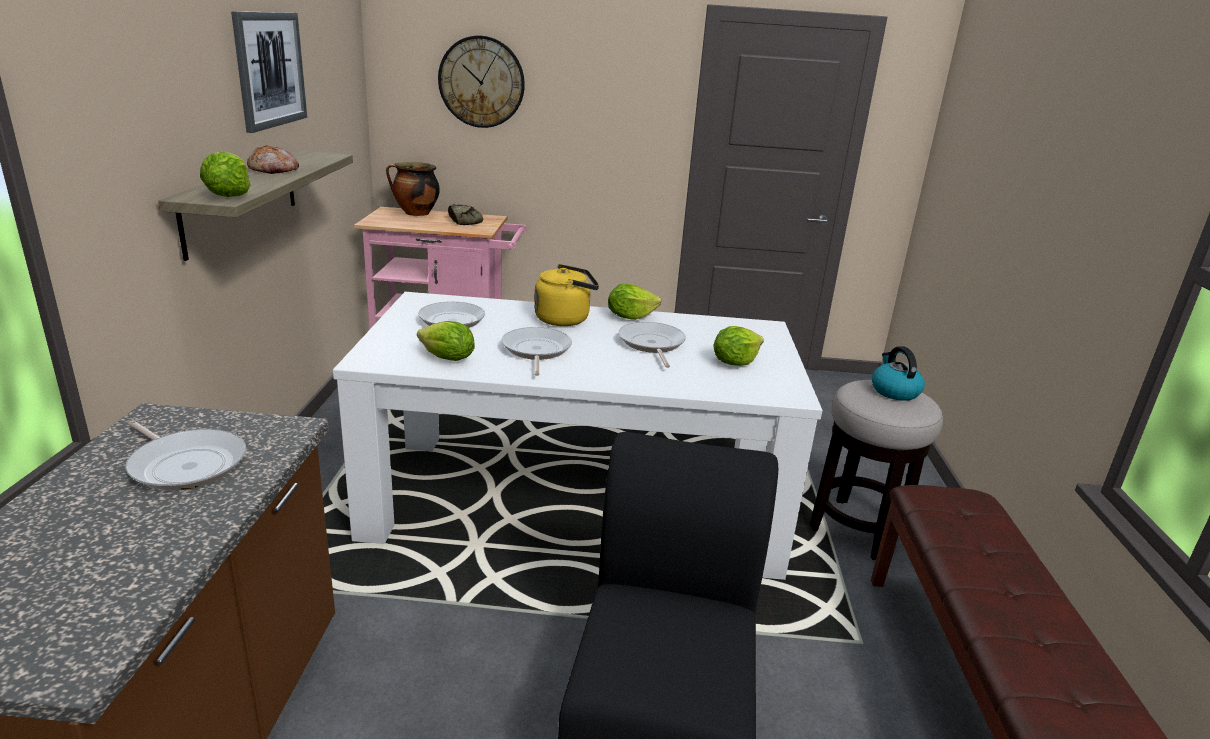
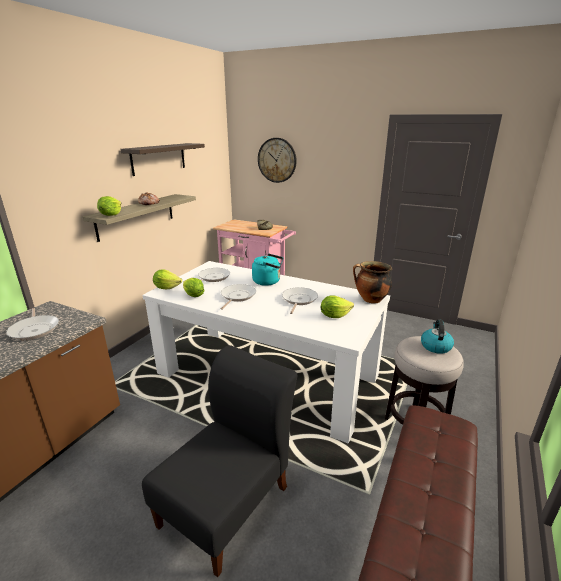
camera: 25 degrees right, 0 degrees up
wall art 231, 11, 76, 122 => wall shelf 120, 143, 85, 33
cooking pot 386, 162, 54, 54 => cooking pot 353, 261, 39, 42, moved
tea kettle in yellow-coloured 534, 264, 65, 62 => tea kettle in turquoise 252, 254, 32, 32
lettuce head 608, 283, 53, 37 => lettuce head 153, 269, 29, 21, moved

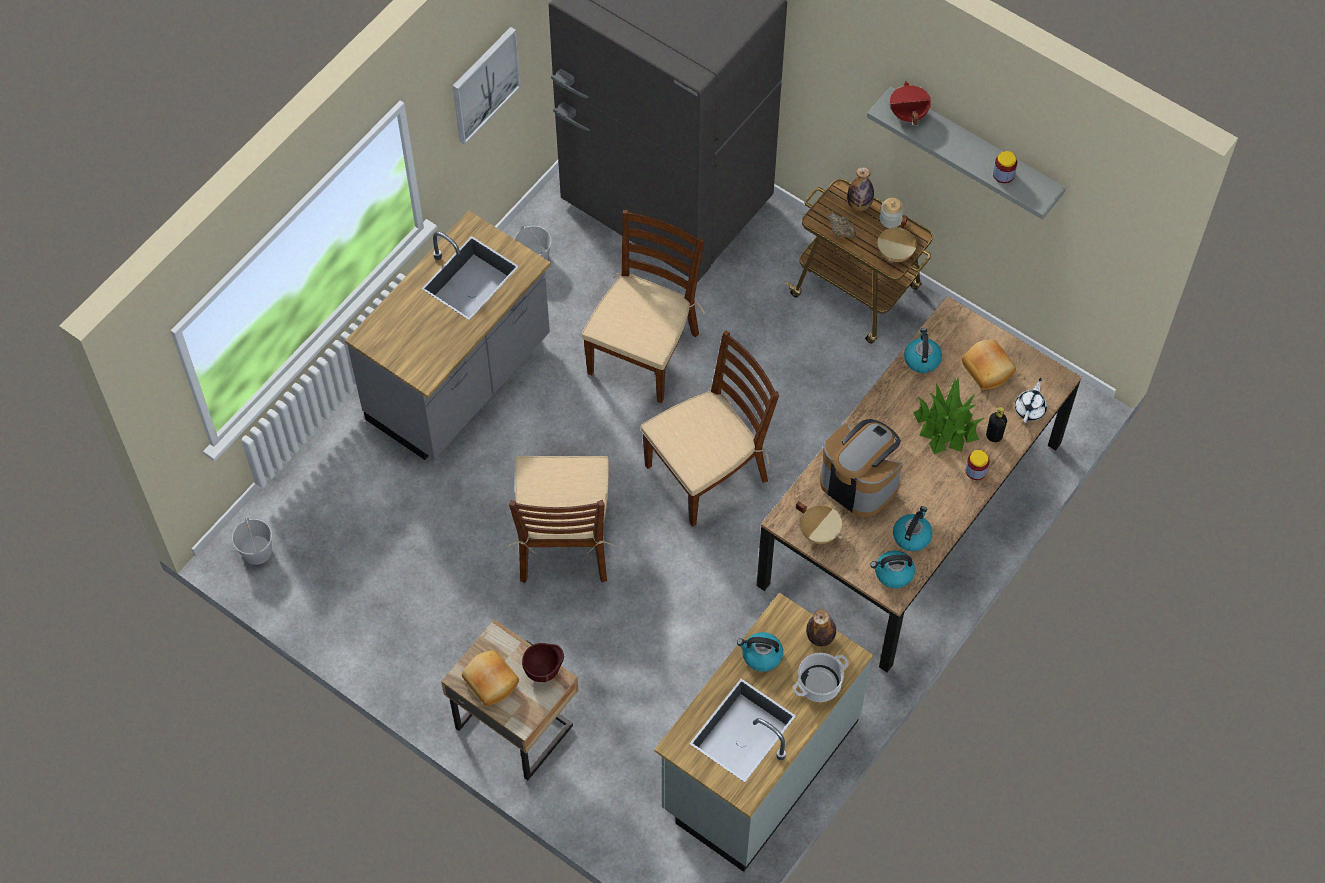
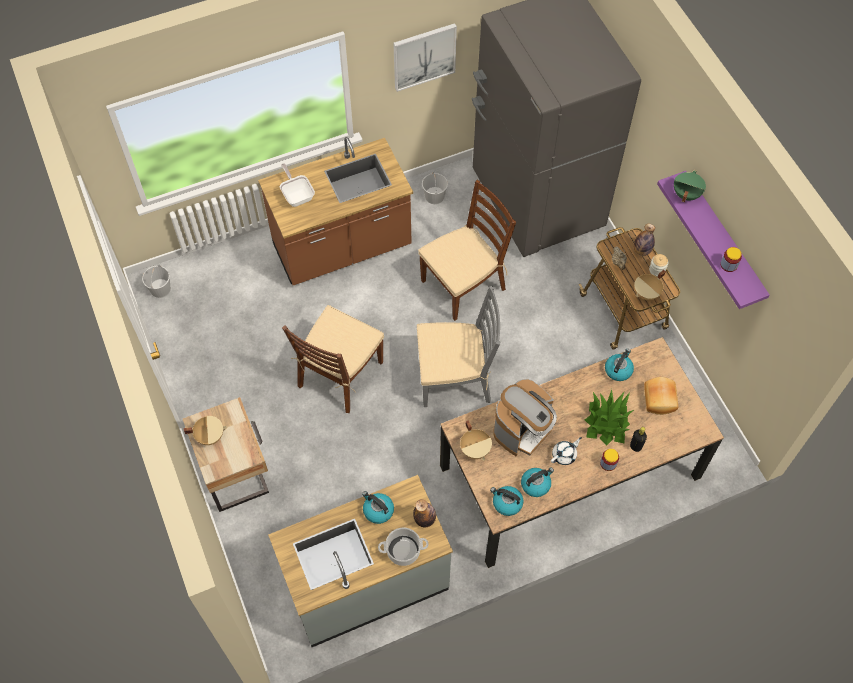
camera: 30 degrees right, 0 degrees up
kitchen counter in grey 345, 211, 206, 249 => kitchen counter in brown 258, 137, 155, 148
baked bread 462, 650, 57, 56 => cooking pot in sand-coloured 184, 416, 43, 29
deep dish in brown 522, 643, 42, 39 => nothing
upright chair in brown 641, 331, 138, 196 => upright chair in grey 417, 286, 84, 121
coffee brewer 820, 419, 83, 98 => coffee brewer 493, 379, 64, 78, 60 degrees clockwise
wall shelf in grey 867, 86, 199, 134 => wall shelf in purple 657, 171, 113, 138
cooking pot in red 890, 81, 41, 45 => cooking pot in green 674, 170, 32, 32
teapot in white 1015, 378, 32, 45 => teapot in white 551, 437, 31, 28, moved
nothing => pan 280, 163, 35, 44

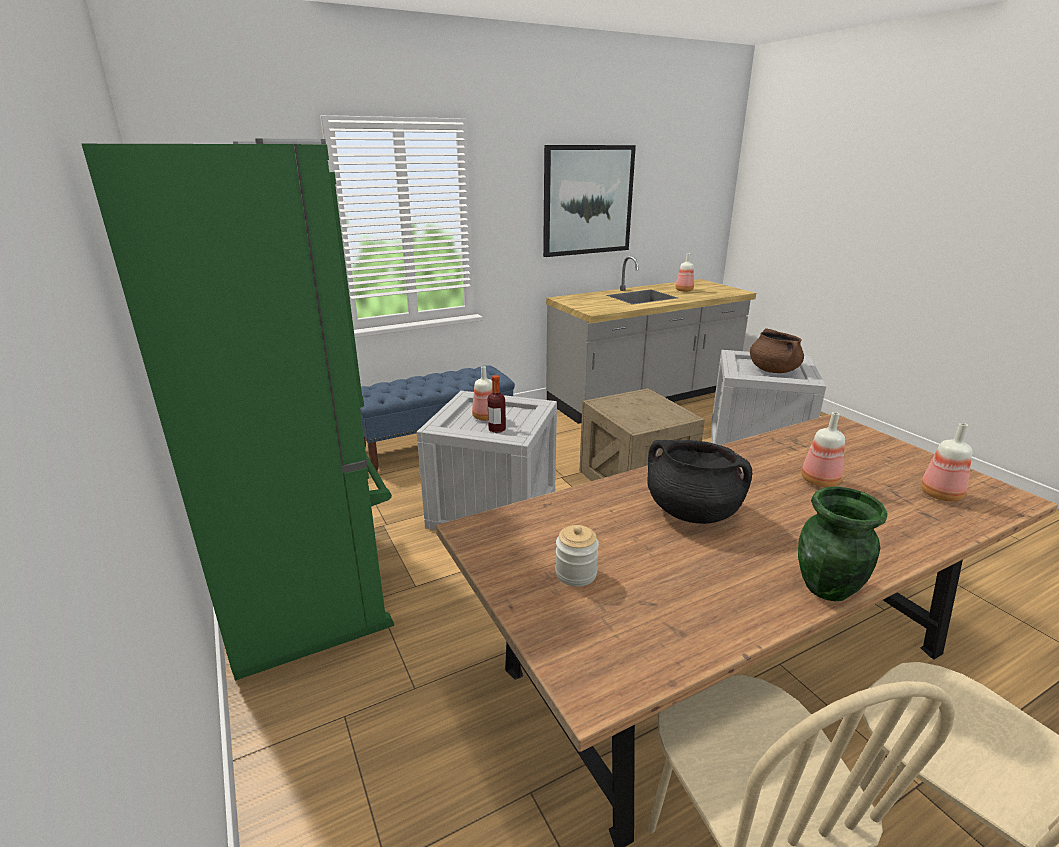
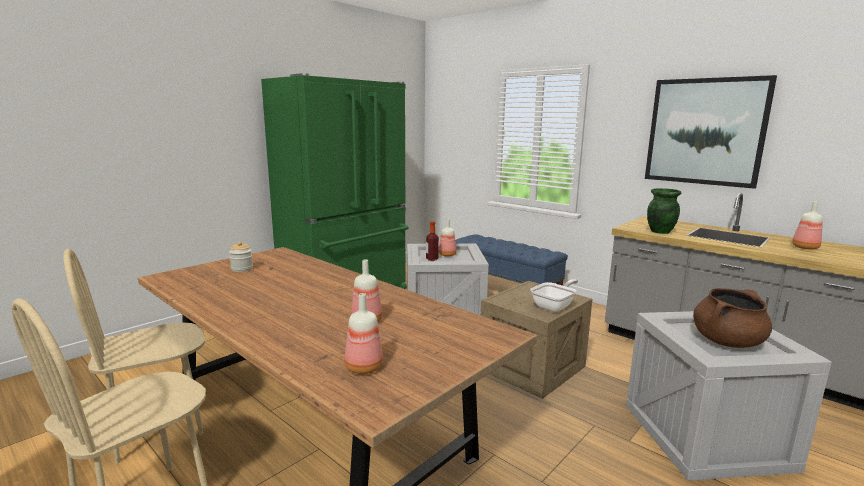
camera: 70 degrees right, 10 degrees down
cooking pot in blackish 647, 440, 105, 84 => nothing
flower vase in green 798, 486, 90, 116 => flower vase in green 647, 188, 34, 46, moved
nothing => pan 530, 279, 48, 33

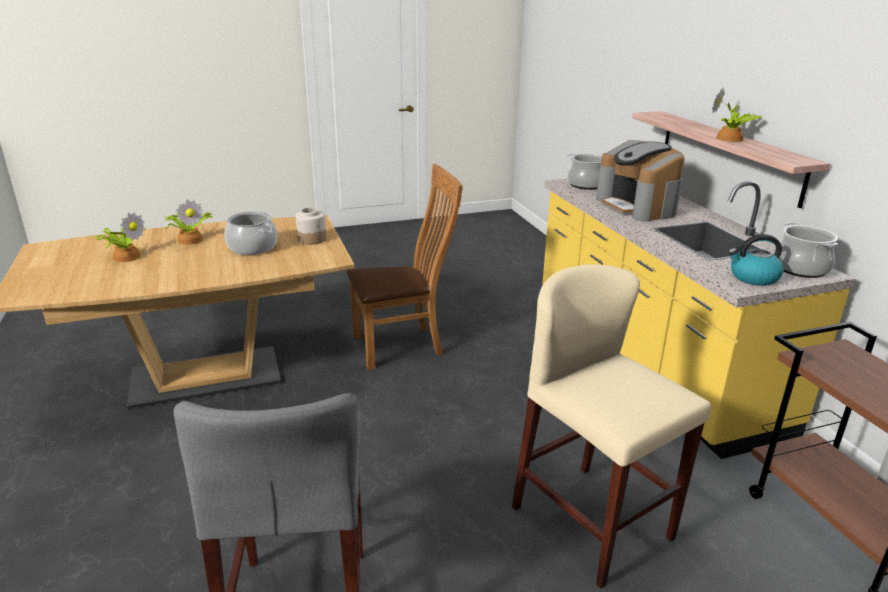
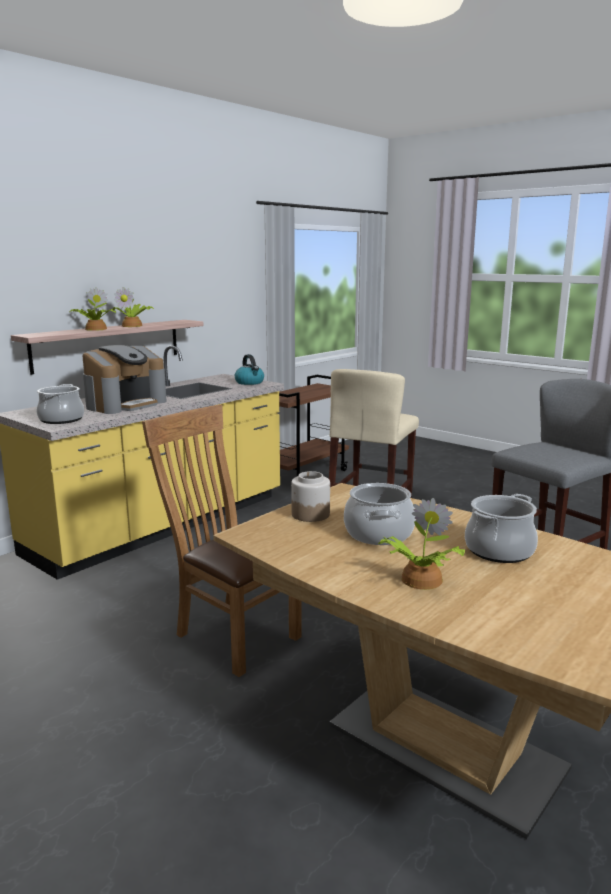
camera: 120 degrees left, 10 degrees down
plant in a pot 92, 212, 54, 50 => plant in a pot 70, 287, 46, 44, moved
cooking pot 774, 222, 64, 56 => cooking pot 465, 494, 73, 69, moved

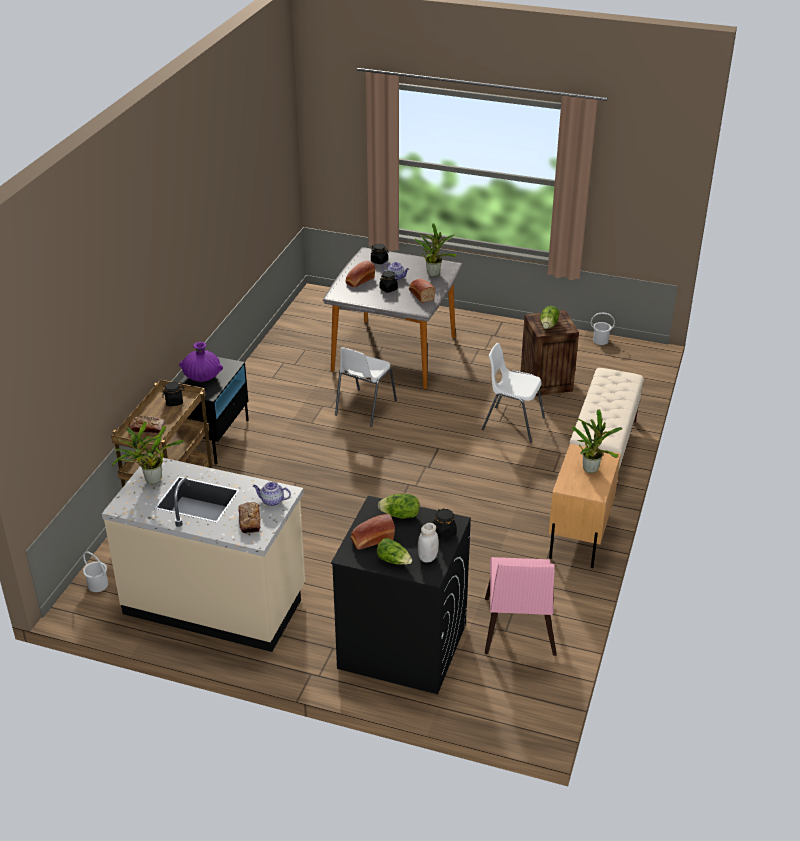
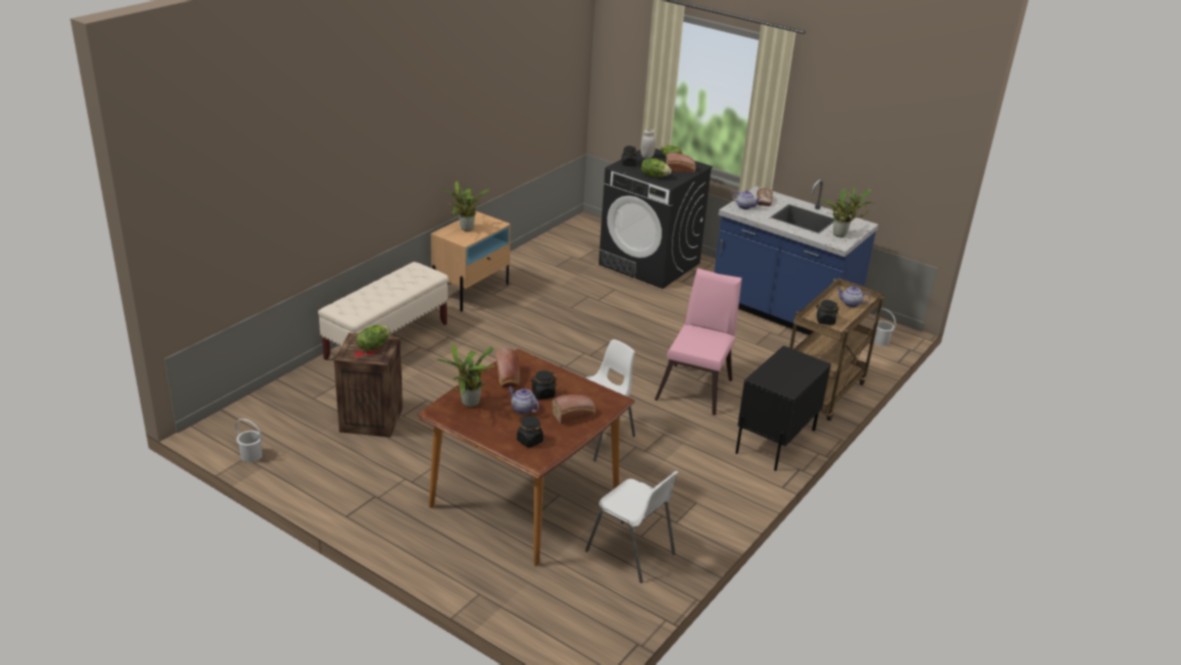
camera: 165 degrees left, 5 degrees down
kitchen counter in sand-coloured 102, 458, 203, 194 => kitchen counter in blue-coloured 714, 179, 165, 156
baked bread 128, 416, 37, 17 => teapot 837, 286, 33, 21
flower vase in purple 179, 342, 44, 40 => nothing
kitchen table in grey 323, 247, 139, 142 => kitchen table in brown 418, 349, 217, 217
upright chair in white 482, 343, 63, 100 => upright chair in white 585, 471, 93, 112, moved
upright chair in pinkish 485, 557, 72, 99 => upright chair in pinkish 655, 268, 87, 147, moved

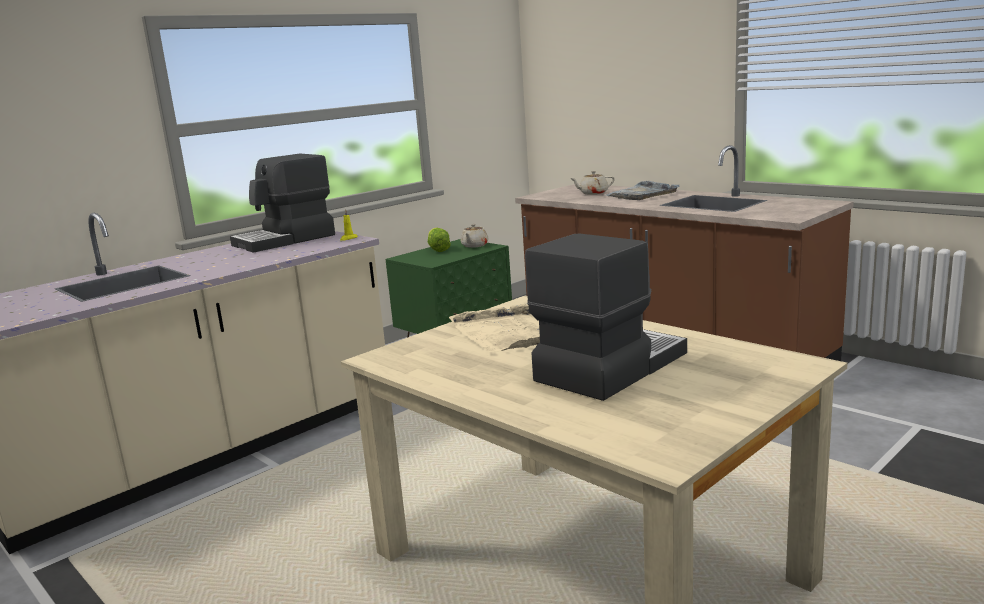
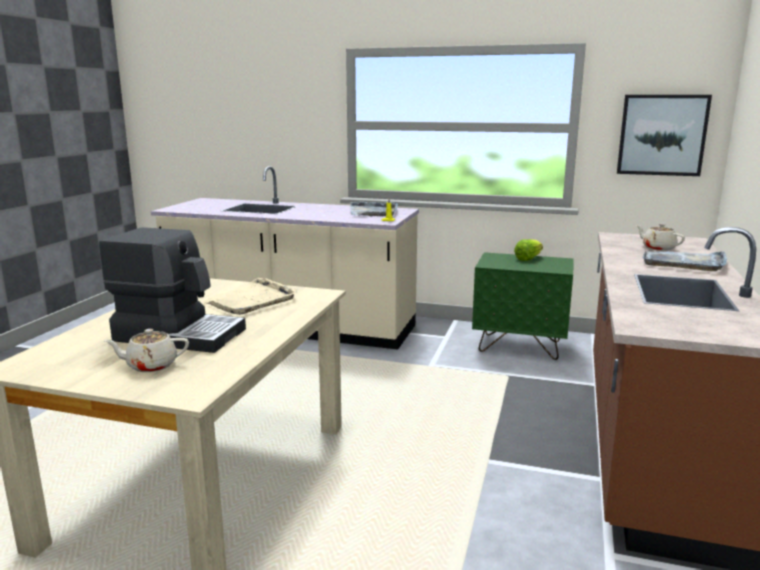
camera: 60 degrees right, 0 degrees up
coffee brewer 230, 154, 105, 99 => tray in grey 350, 201, 48, 15
teapot in sand-coloured 460, 224, 28, 24 => teapot in sand-coloured 105, 329, 84, 43, moved
nothing => wall art 617, 95, 95, 81

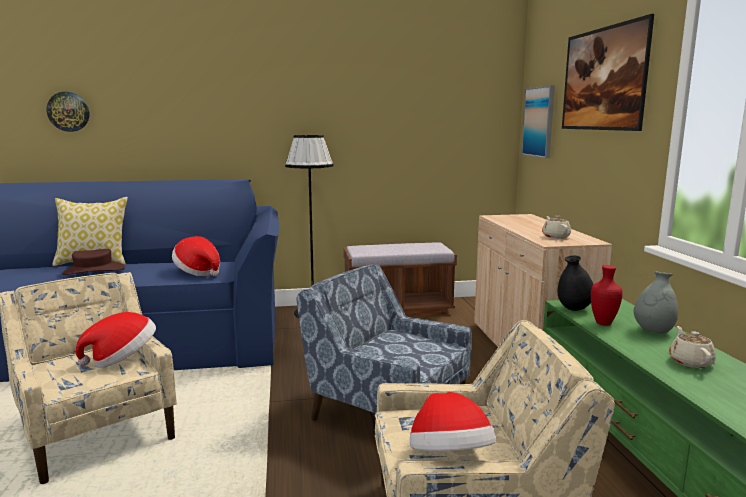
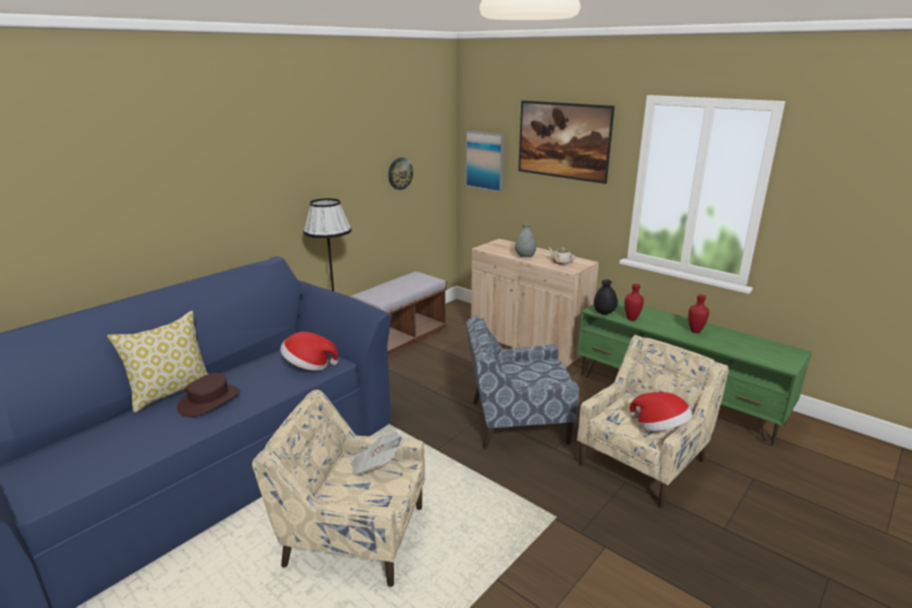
camera: 40 degrees left, 10 degrees up
wall clock 47, 92, 42, 40 => wall clock 388, 157, 25, 33, moved
wearable hat 76, 312, 80, 56 => newspaper 350, 432, 53, 44
flower vase in grey 633, 271, 45, 63 => flower vase in grey 515, 224, 21, 33, moved
teapot in sand-coloured 669, 326, 47, 42 => flower vase in red 688, 294, 21, 39

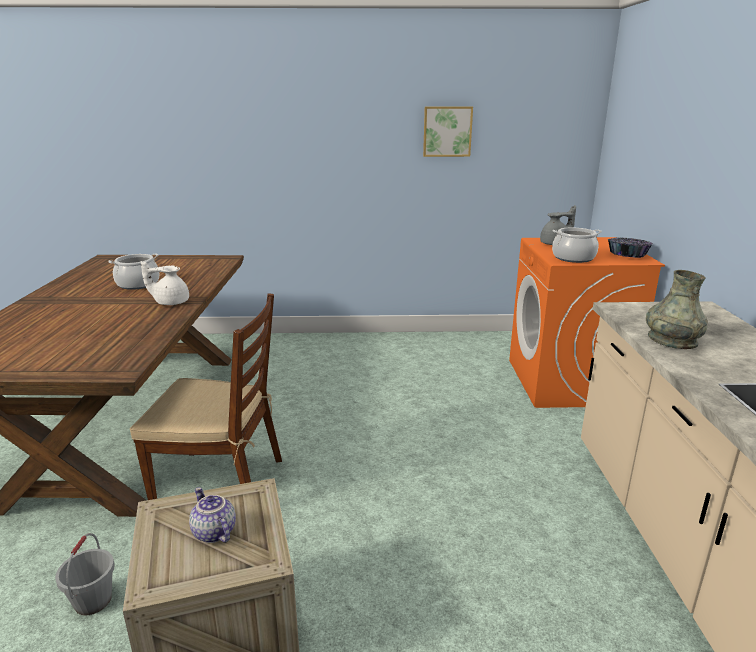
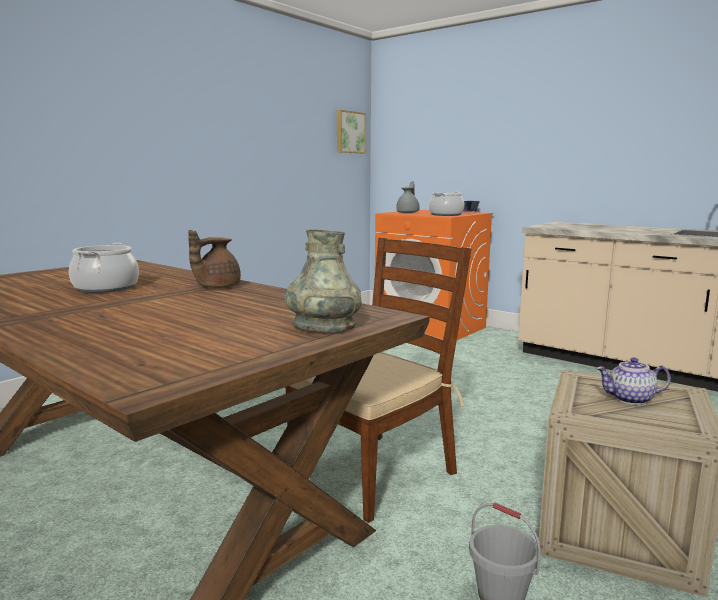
camera: 50 degrees left, 10 degrees down
teapot in white 140, 261, 49, 44 => teapot in brown 188, 230, 53, 58
wall art 423, 107, 50, 50 => wall art 337, 110, 29, 43, moved
flower vase in grey 646, 270, 62, 79 => flower vase in grey 285, 229, 76, 103, moved

